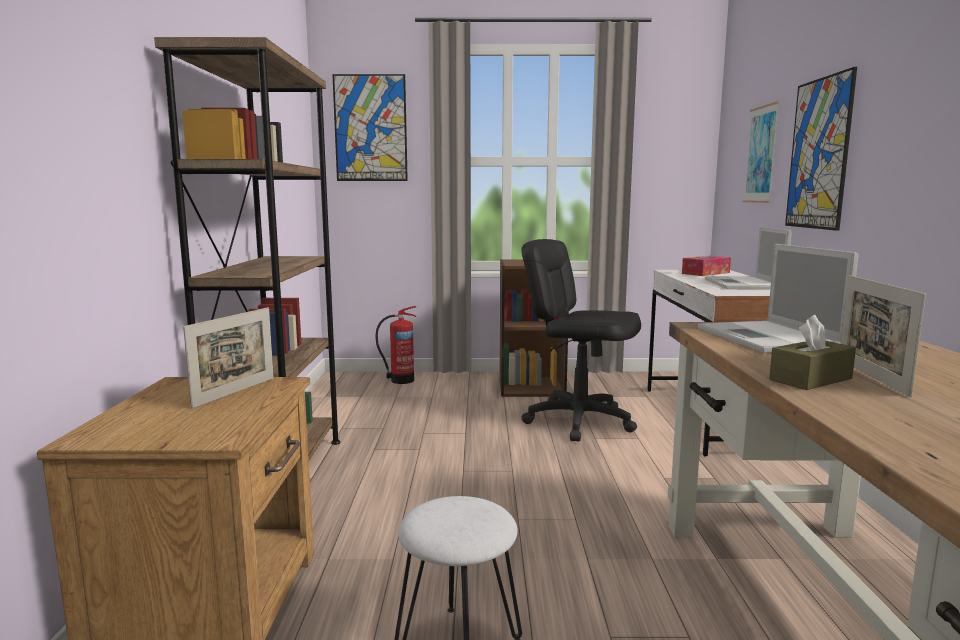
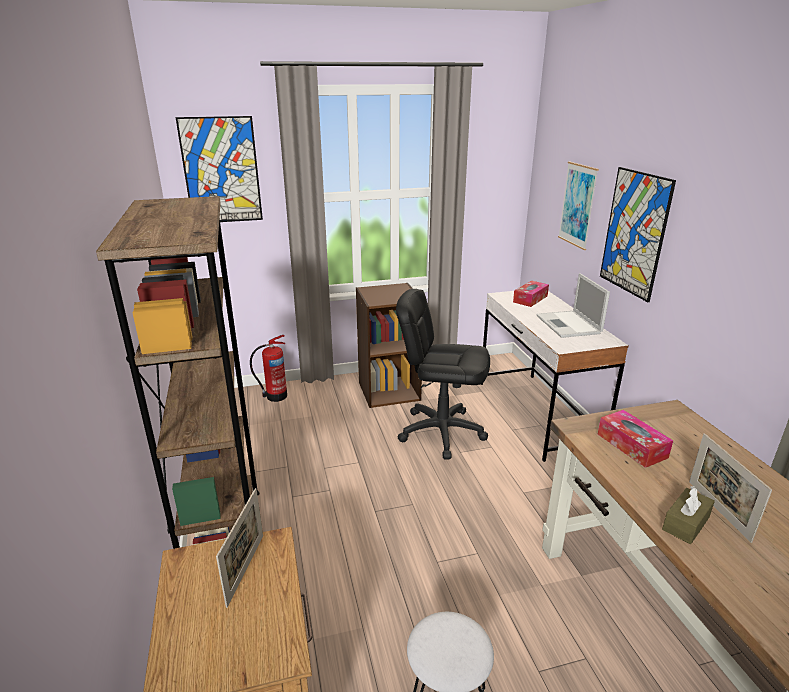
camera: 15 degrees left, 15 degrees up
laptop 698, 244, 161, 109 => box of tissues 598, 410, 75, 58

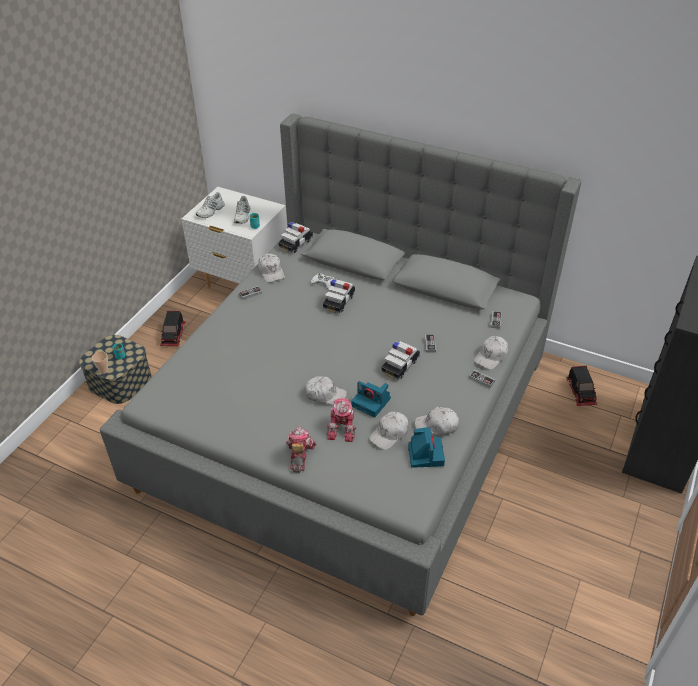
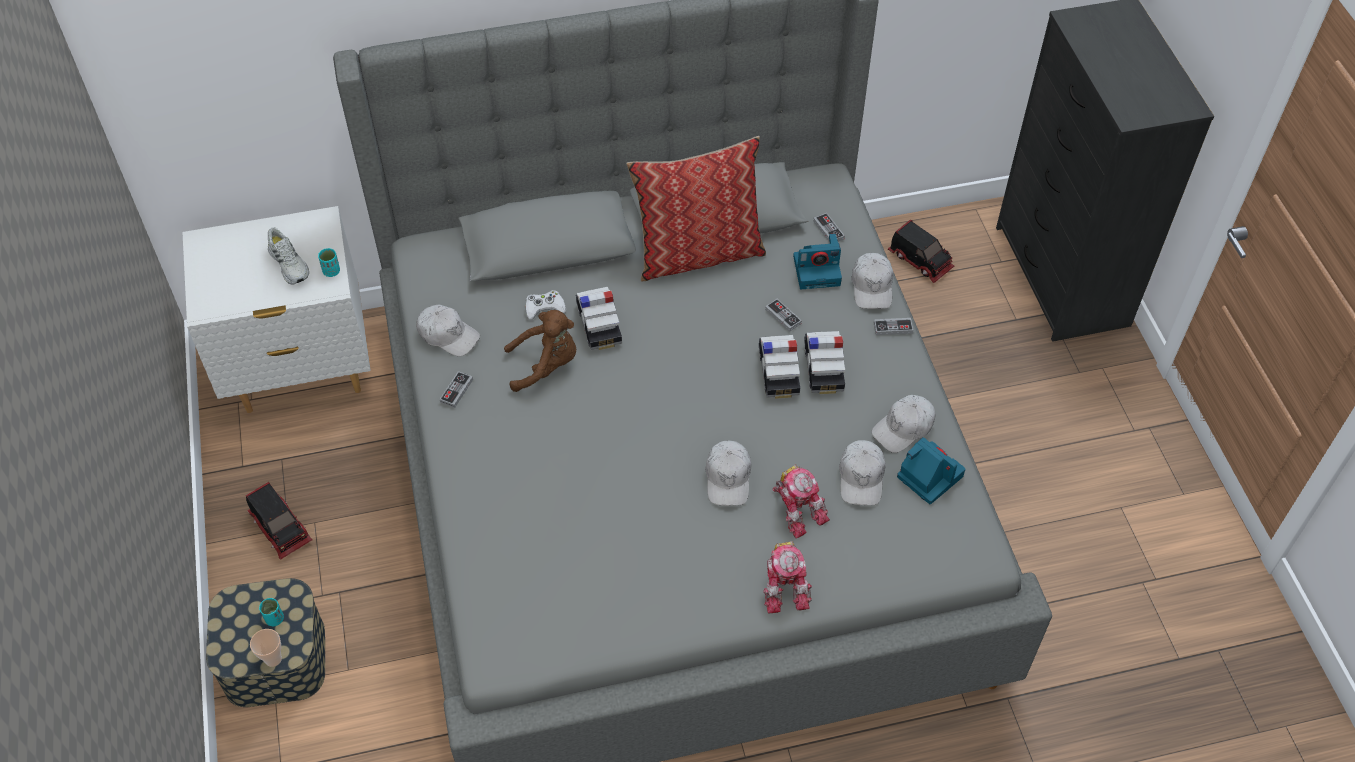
camera: 40 degrees left, 10 degrees up
low shoe in white 196, 192, 29, 26 => nothing
model car 278, 222, 35, 31 => model car 804, 331, 41, 63, moved
robot figure 286, 425, 30, 48 => robot figure 763, 541, 49, 72, 150 degrees counterclockwise
peaked cap in white 305, 376, 42, 29 => peaked cap in white 705, 441, 46, 65, 120 degrees clockwise
photo camera 351, 381, 40, 37 => photo camera 793, 234, 49, 55, moved
nothing => plush toy in brown 504, 310, 72, 82
nothing => throw pillow 626, 136, 140, 146

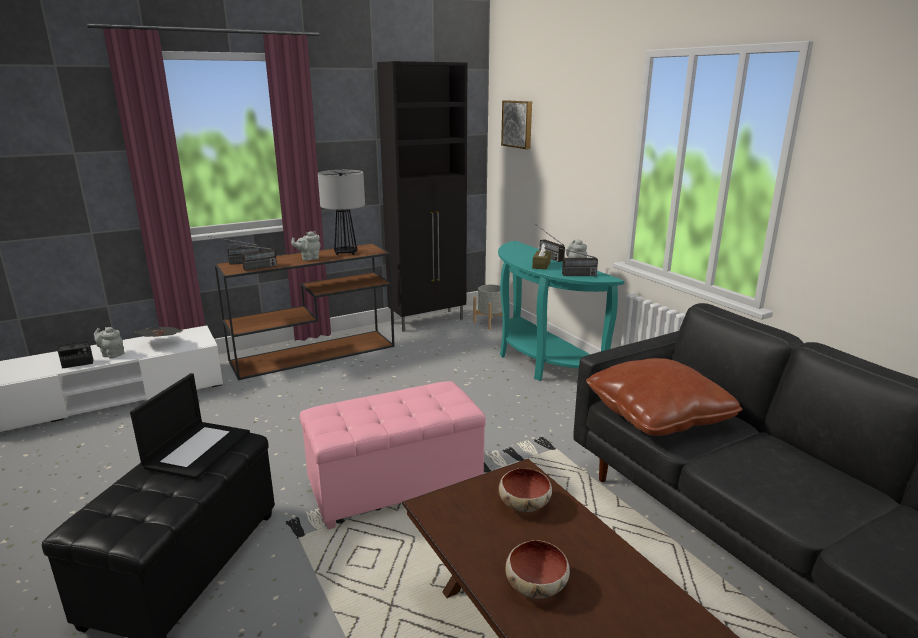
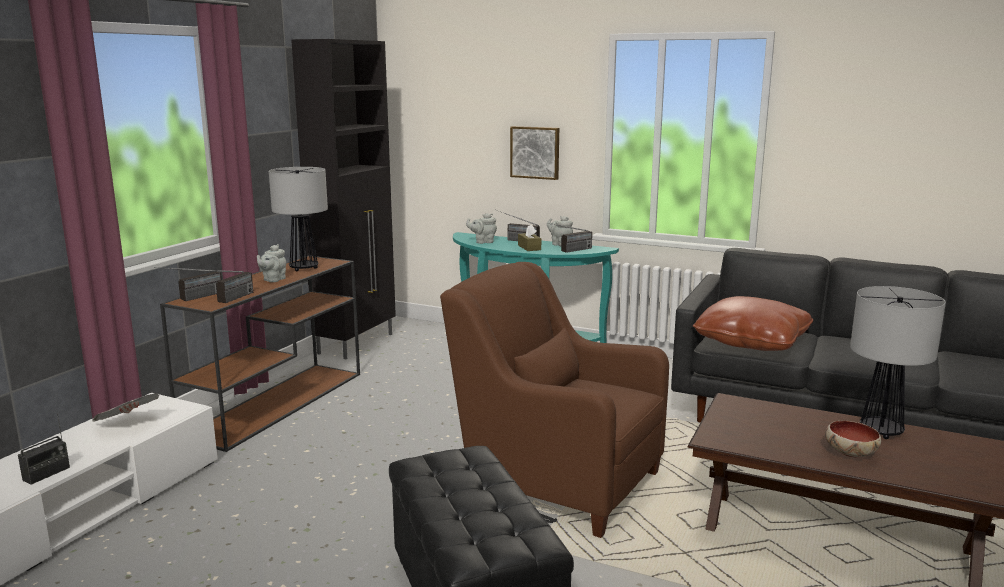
camera: 35 degrees left, 5 degrees down
teapot in grey 94, 327, 30, 32 => teapot in grey 466, 213, 31, 31, moved
laptop 130, 373, 120, 106 => nothing
footrest in pinkish 300, 381, 186, 148 => lounge chair in brown 440, 262, 229, 276
flower pot in grey 473, 285, 29, 45 => nothing
deep dish 498, 468, 54, 44 => nothing
wall art 501, 100, 31, 49 => wall art 510, 126, 49, 54, moved
nothing => lamp for a table 850, 286, 96, 153

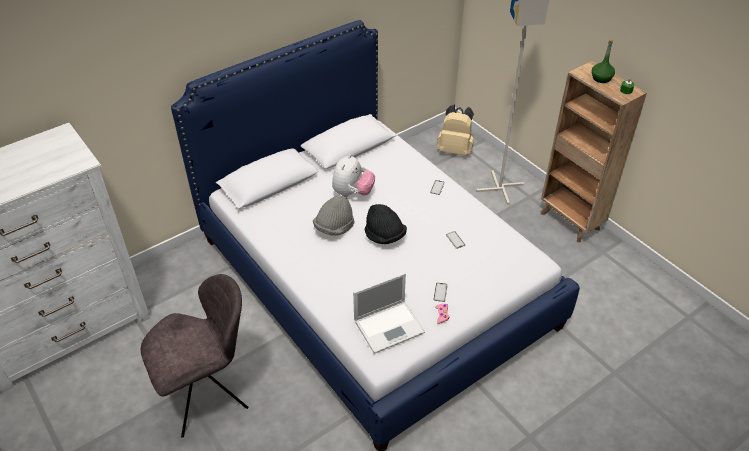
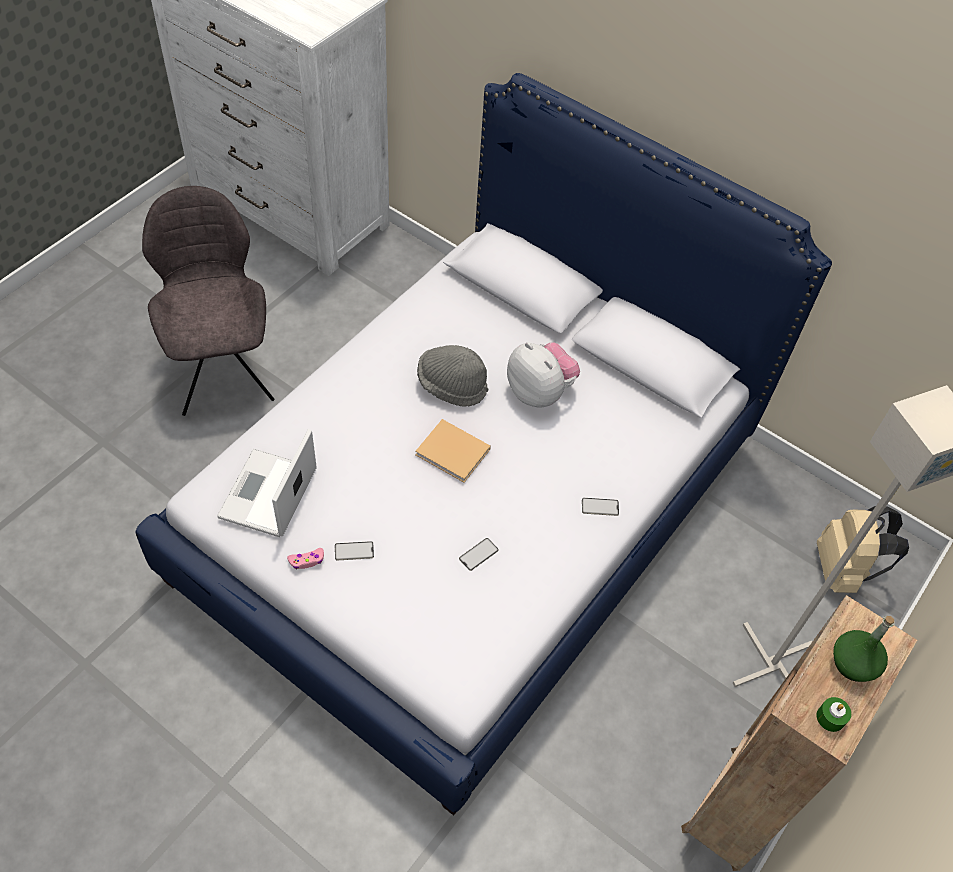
camera: 70 degrees right, 10 degrees up
upright chair in grey 141, 274, 107, 164 => upright chair in grey 142, 186, 132, 230, 150 degrees counterclockwise
plush toy 332, 154, 43, 43 => plush toy 507, 342, 73, 66, 135 degrees counterclockwise
laptop 353, 272, 72, 82 => laptop 217, 429, 100, 108, 60 degrees clockwise
wearable hat in blackish 365, 204, 42, 40 => book in sand-coloured 415, 419, 76, 64

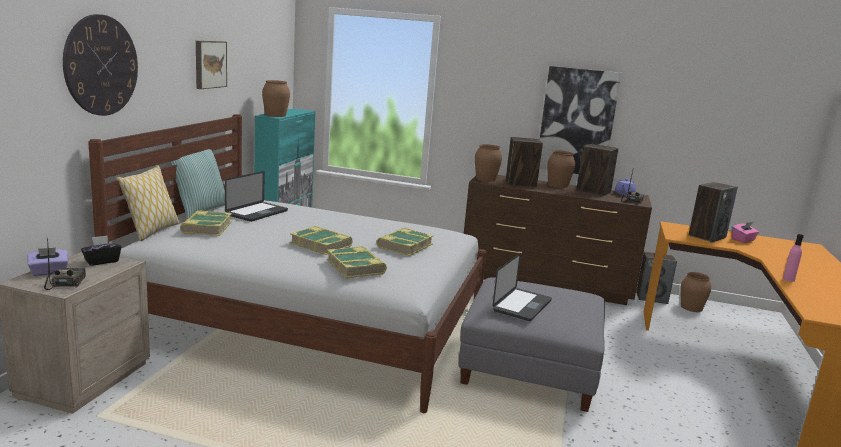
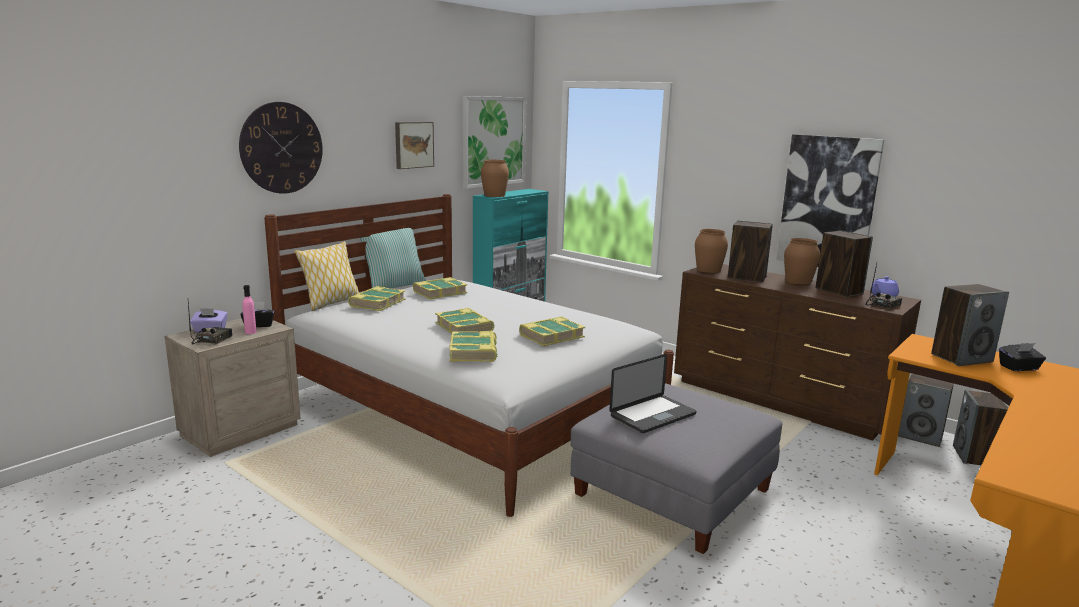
camera: 25 degrees right, 0 degrees up
laptop 225, 171, 63, 51 => book 413, 277, 54, 22
flower vase in brown 681, 272, 30, 40 => audio speaker 953, 390, 55, 75
box of tissues in pinkish 732, 222, 27, 21 => box of tissues in blackish 999, 343, 47, 28
drink bottle in pinkish 783, 234, 21, 48 => drink bottle in pinkish 242, 285, 15, 49, moved
nothing => wall art 463, 96, 63, 93

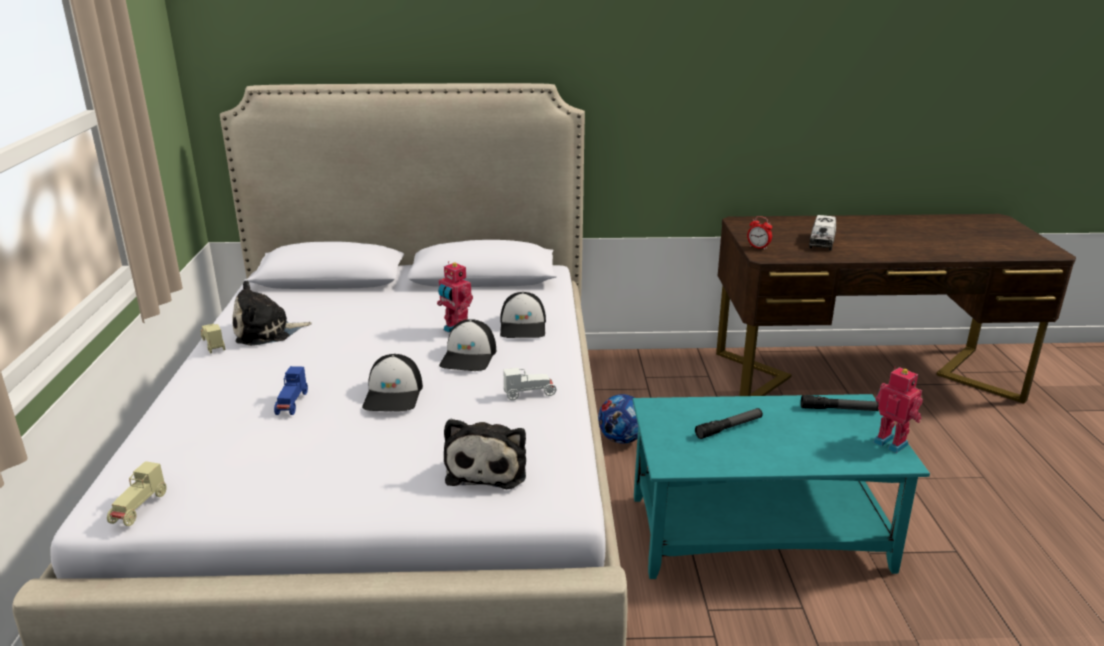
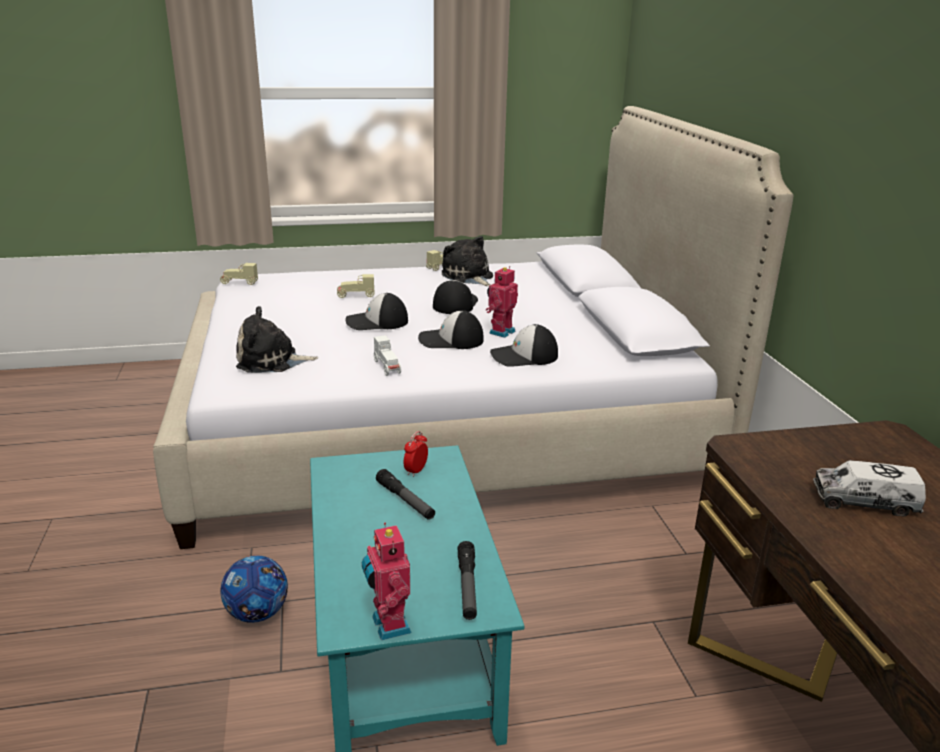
camera: 80 degrees right, 0 degrees up
model car in blue-coloured 274, 366, 34, 49 => model car in sand-coloured 337, 274, 37, 24
football ball 598, 394, 40, 50 => football ball 220, 555, 68, 68, moved
bedside clock 747, 216, 25, 34 => bedside clock 404, 431, 24, 46, moved
robot figure 873, 366, 50, 87 => robot figure 362, 523, 50, 117, 120 degrees clockwise
nothing => peaked cap 433, 280, 45, 34

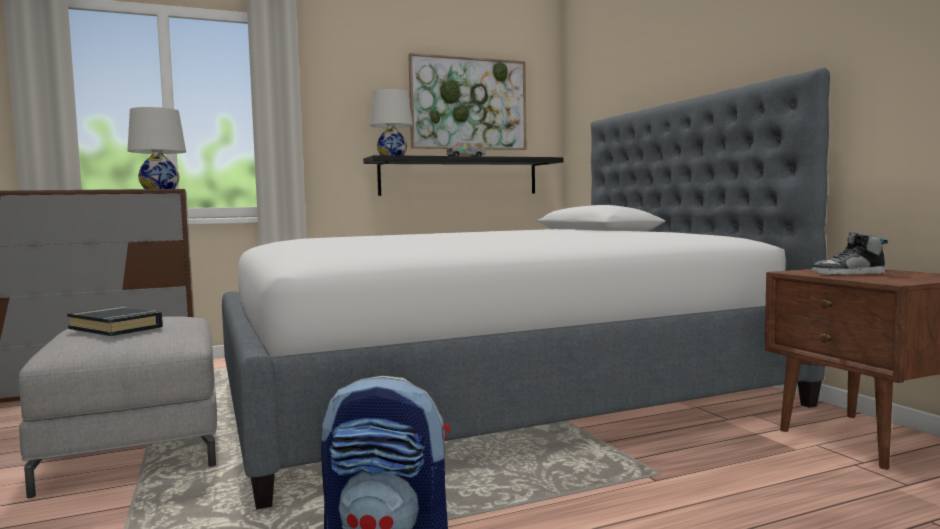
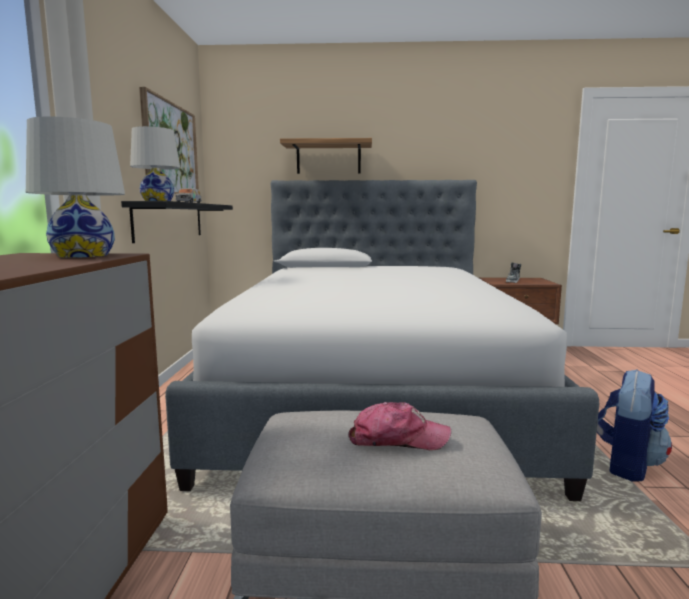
camera: 65 degrees left, 5 degrees up
book in blackish 67, 307, 96, 29 => peaked cap 349, 402, 102, 48
nothing => wall shelf 280, 138, 92, 36

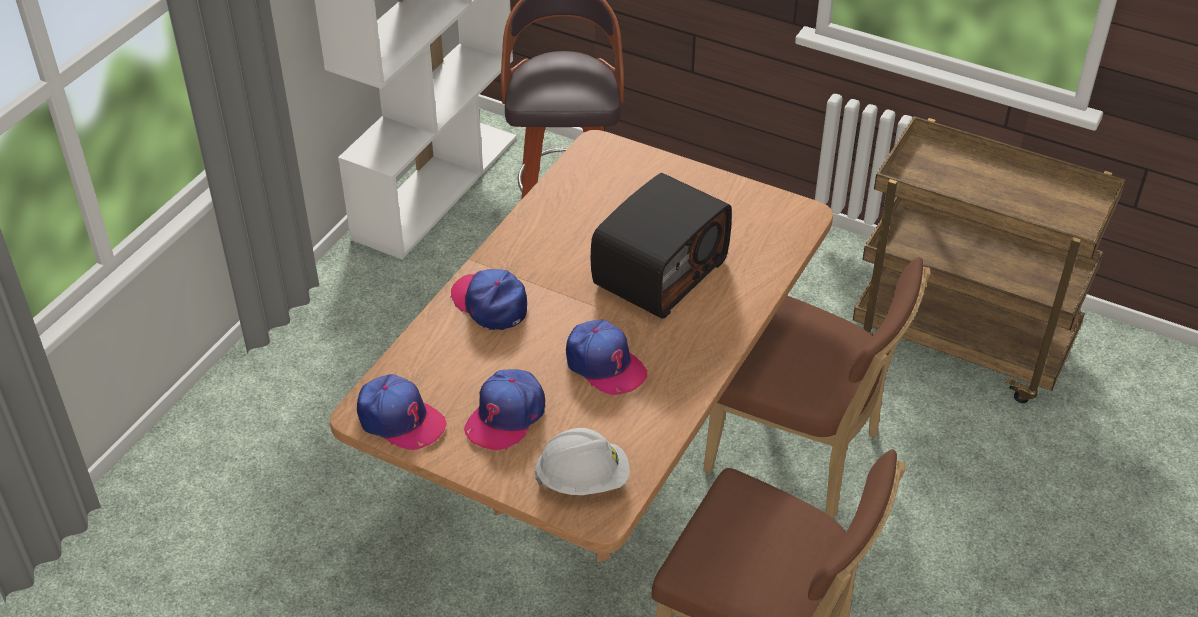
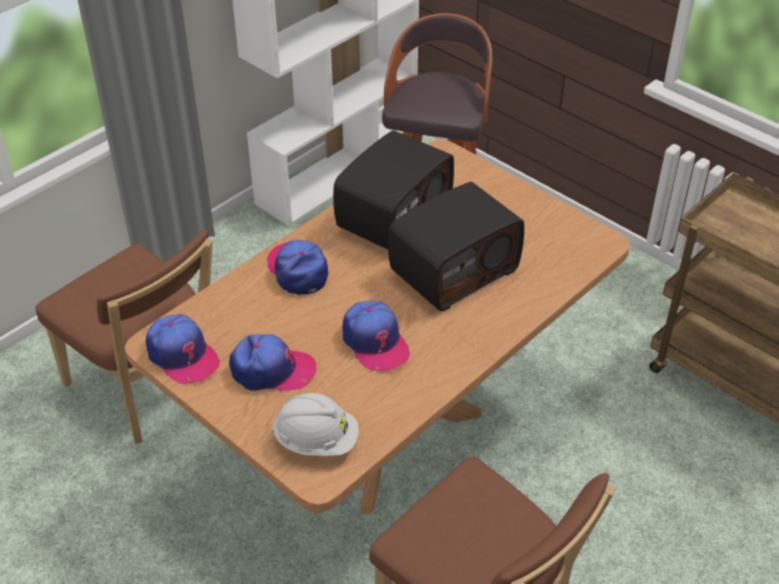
camera: 15 degrees right, 0 degrees up
peaked cap 464, 369, 81, 81 => peaked cap 229, 334, 87, 58, 135 degrees counterclockwise
upright chair in brown 703, 257, 228, 261 => upright chair in brown 35, 230, 178, 214, moved
nothing => radio 333, 130, 121, 120

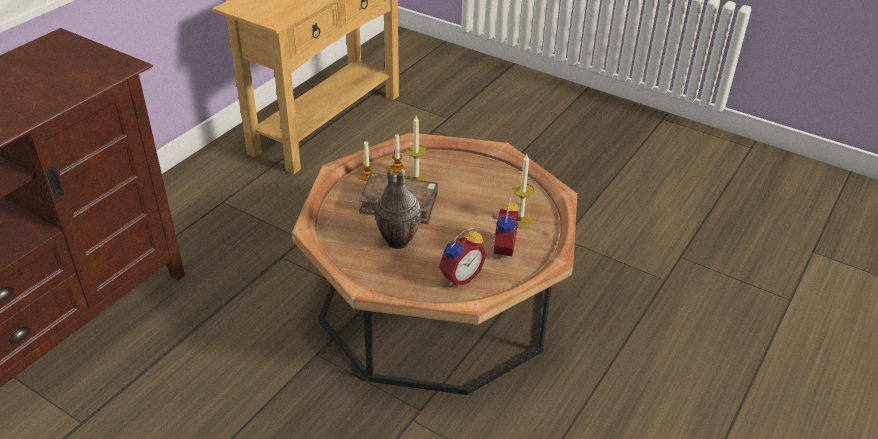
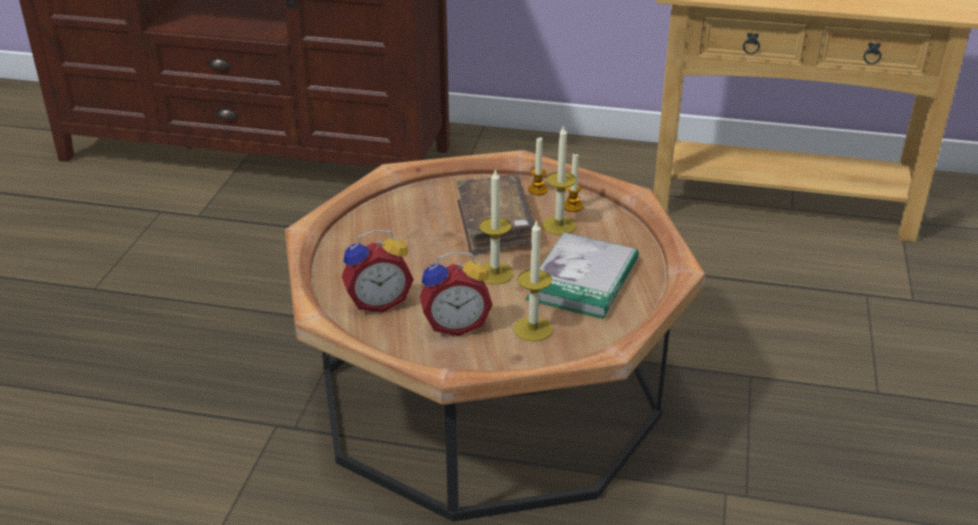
camera: 70 degrees right, 5 degrees down
flower vase 375, 169, 46, 80 => nothing
bedside clock 439, 228, 48, 58 => bedside clock 341, 230, 73, 83, 45 degrees counterclockwise
nothing => wax light 479, 168, 34, 117
nothing => book 525, 232, 114, 87

